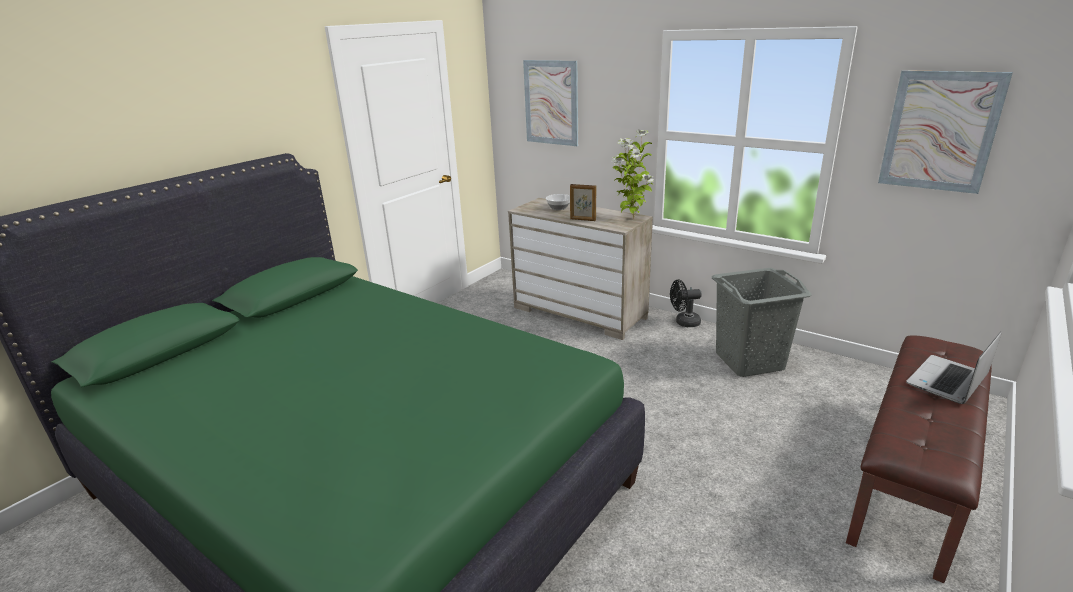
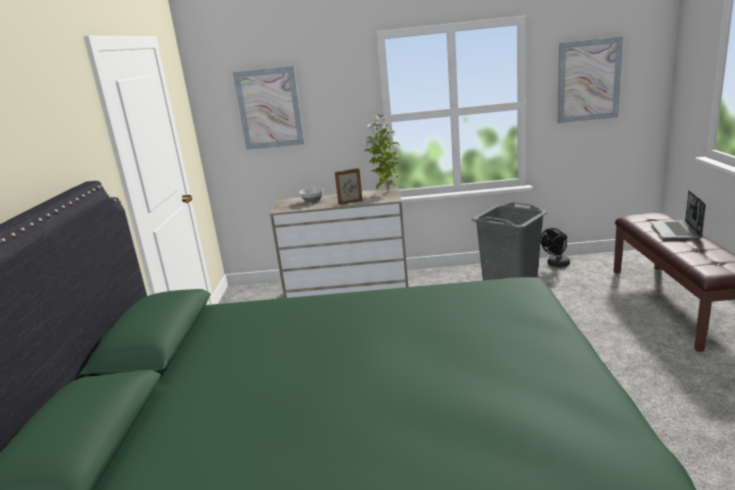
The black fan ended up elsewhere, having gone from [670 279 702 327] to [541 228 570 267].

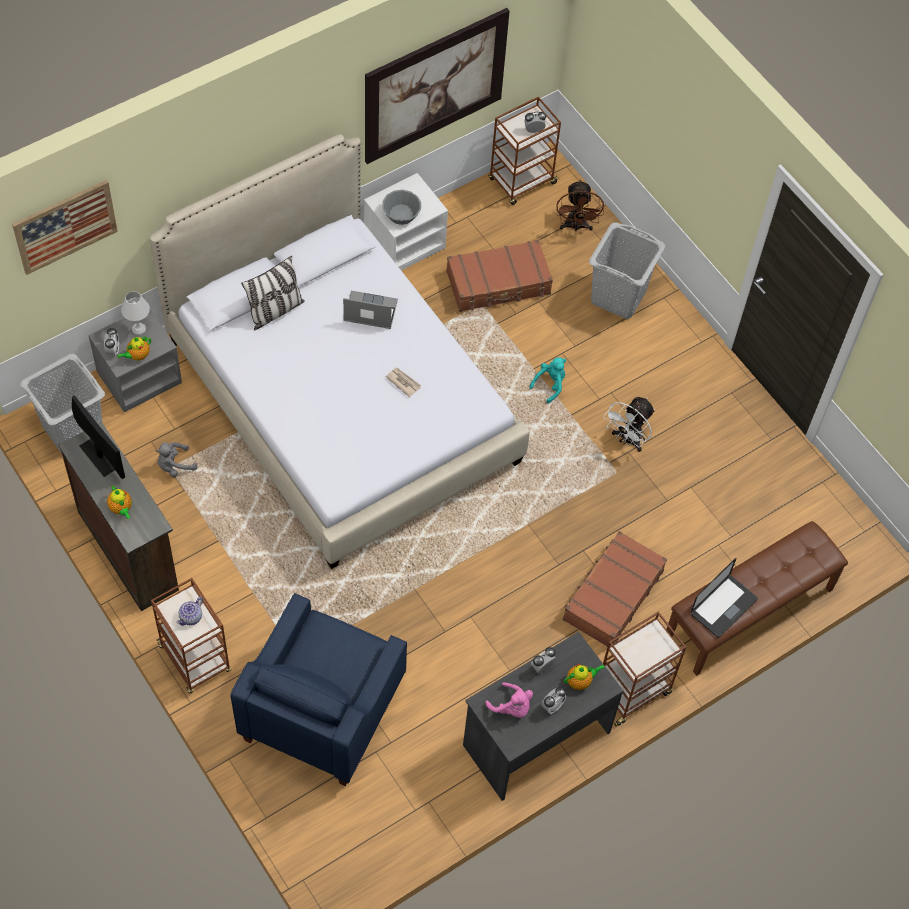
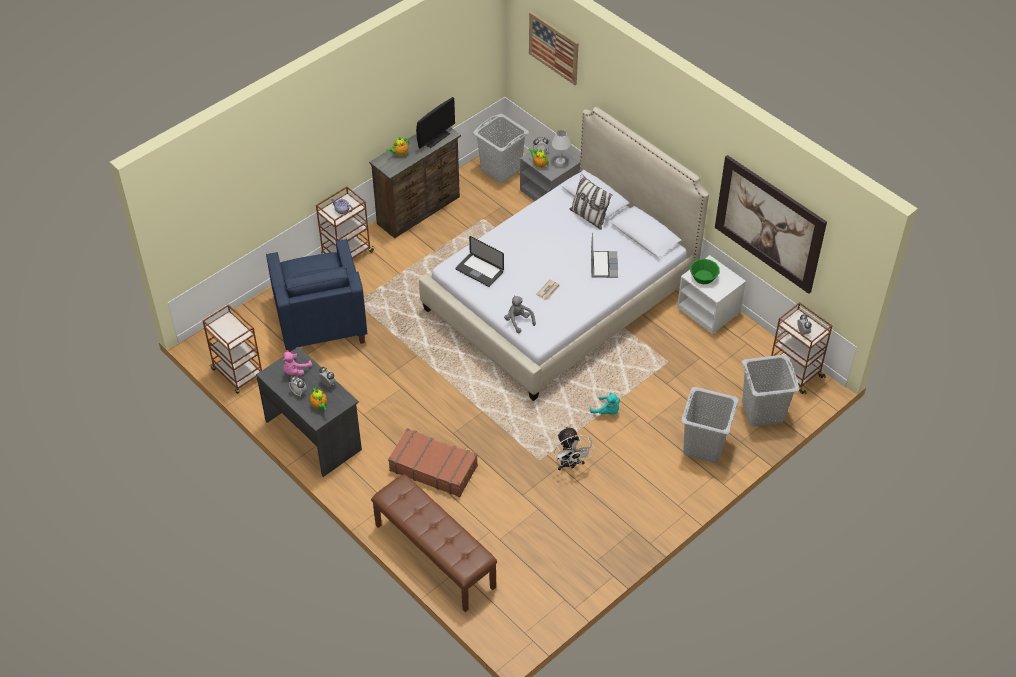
Where the brown fan stood at [556 179 604 232], the grey laundry basket came to stand at [742 355 800 426]. What was the grey bowl at [382 190 421 225] turned into the green bowl at [690 259 720 284]. The second view lost the brown suitcase at [446 240 553 312]. The white fan at [603 397 655 452] ended up facing another way, 135 degrees counterclockwise from before. The grey plush toy ended up elsewhere, having gone from [156 442 197 477] to [504 295 536 333]. The laptop ended up elsewhere, having gone from [691 558 758 638] to [456 236 504 287]. The blue armchair at [230 593 407 786] ended up facing another way, 120 degrees counterclockwise from before. The brown cart ended up elsewhere, having gone from [603 611 686 726] to [202 304 262 394].

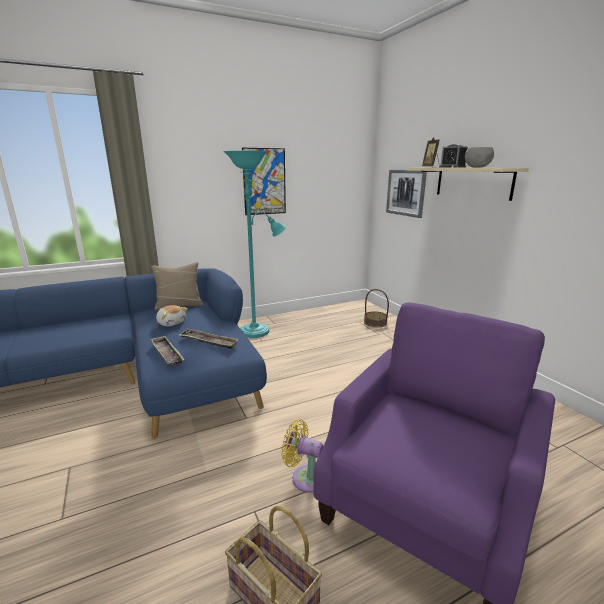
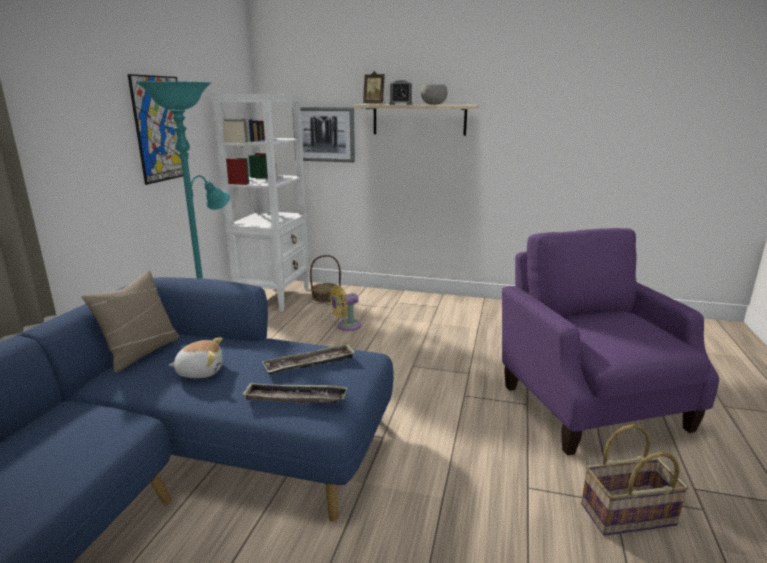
The yellow fan ended up elsewhere, having gone from [281 419 323 493] to [330 285 361 331]. The second view gained the white bookcase at [212 94 309 312].

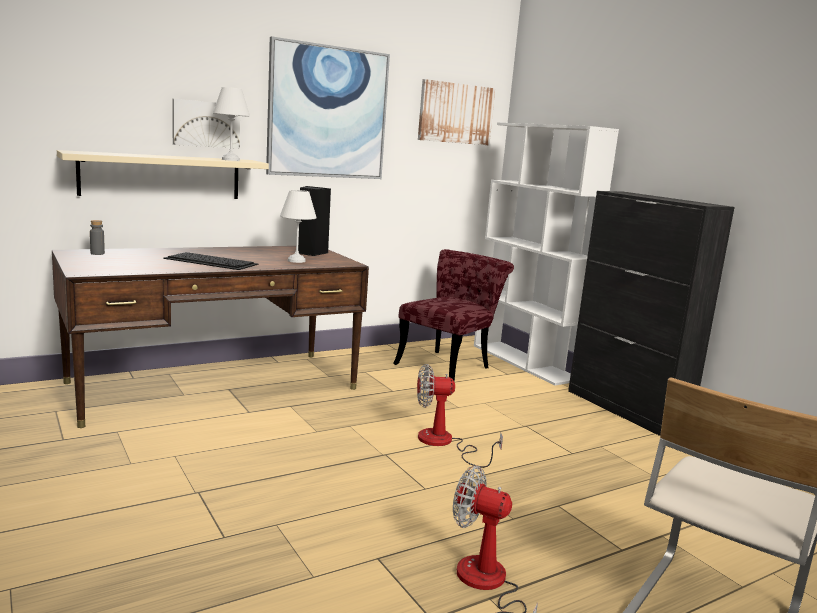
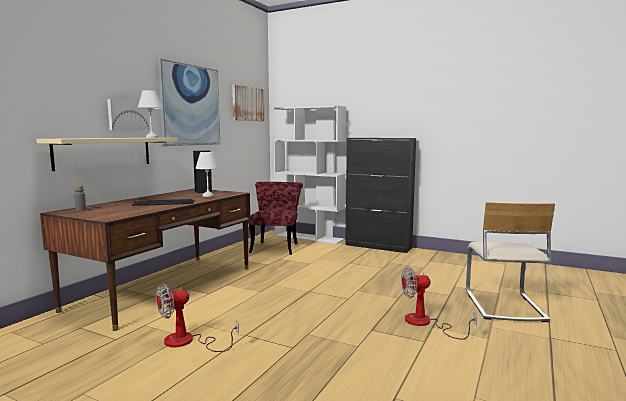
The fan ended up elsewhere, having gone from [417 364 503 468] to [156 283 239 352].

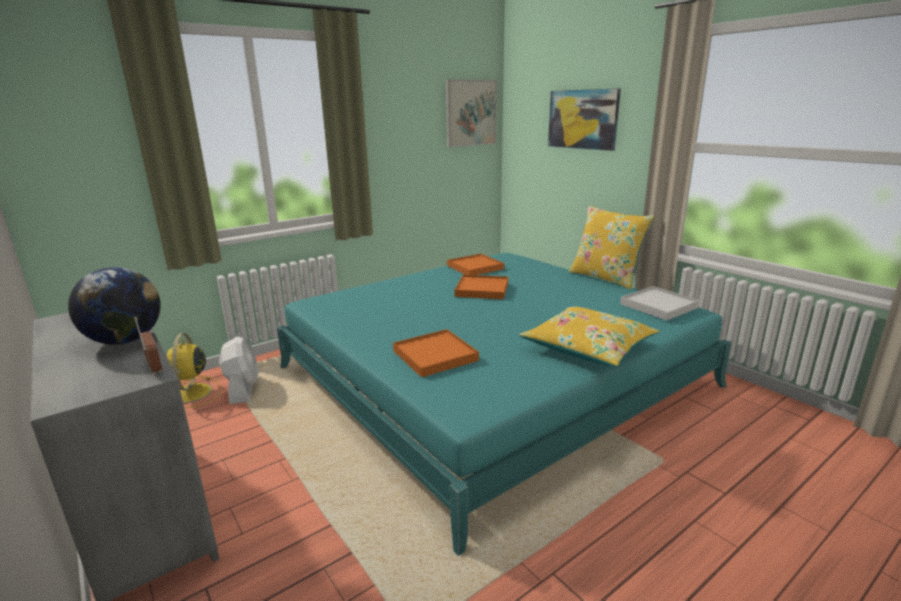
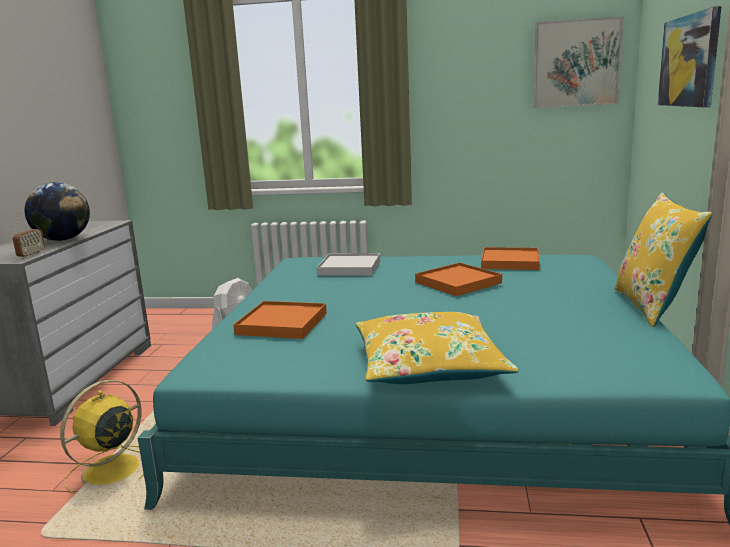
The white tray ended up elsewhere, having gone from [620 286 700 321] to [317 253 380 276]. The yellow fan ended up elsewhere, having gone from [167 333 221 408] to [60 380 144 494].

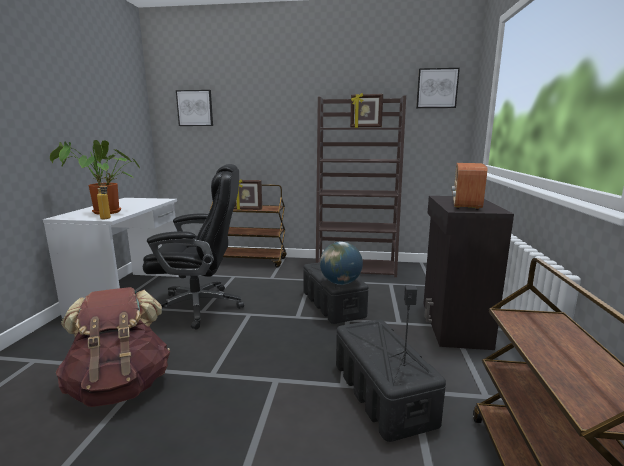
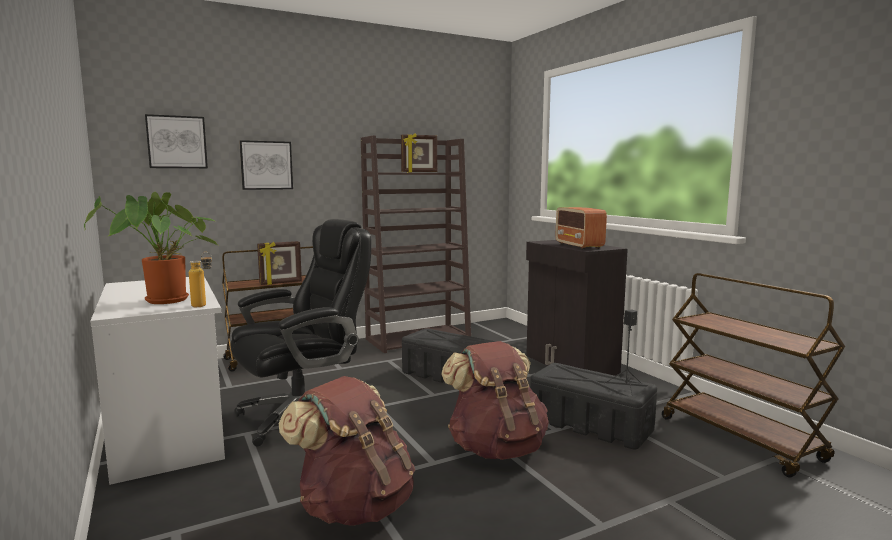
The picture ended up elsewhere, having gone from [416 68 460 108] to [239 140 293 190]. The second view lost the globe at [320 242 363 285]. The second view gained the brown backpack at [441 341 549 460].

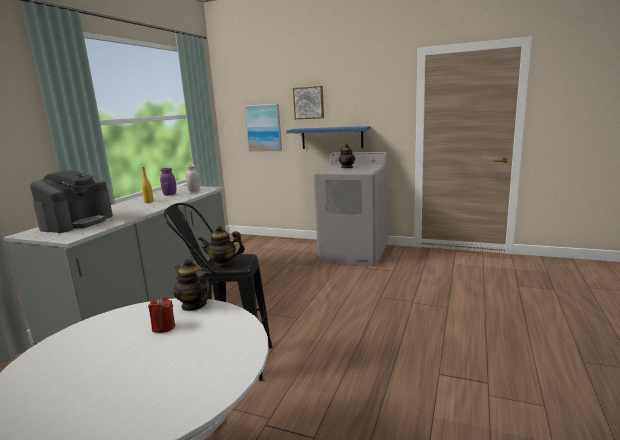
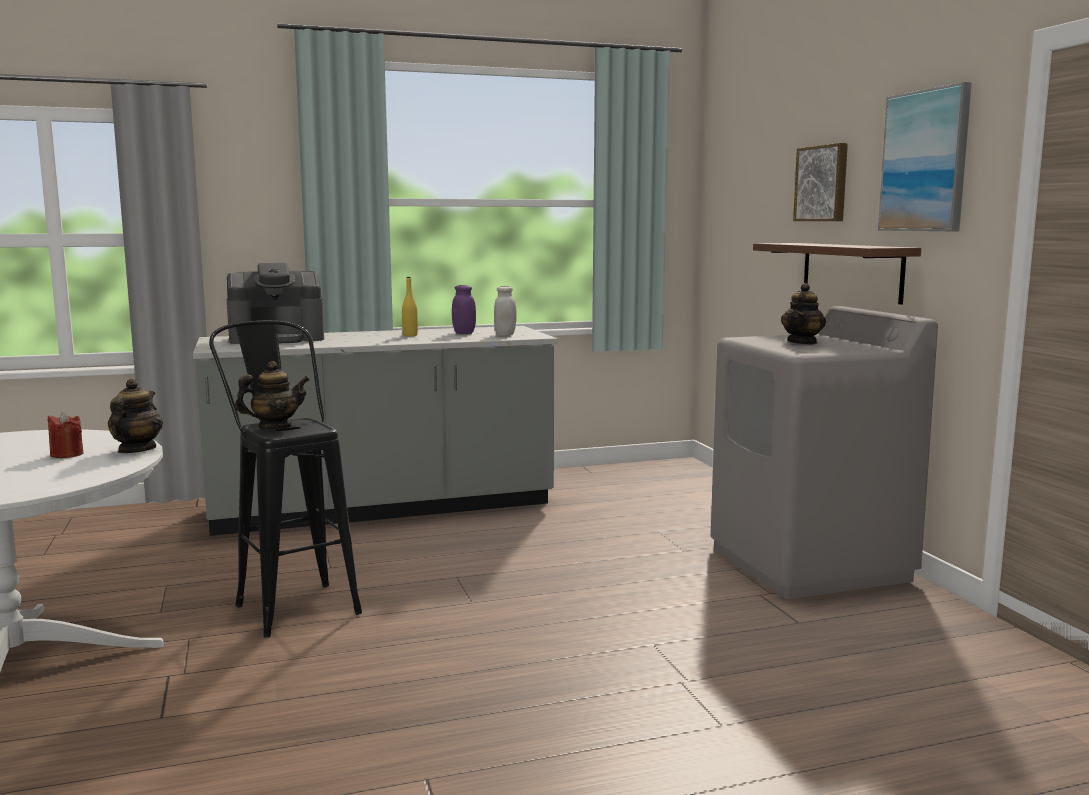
The picture ended up elsewhere, having gone from [244 104 282 152] to [878 82 972 231]. What was the blue shelf at [286 126 371 149] turned into the brown shelf at [753 243 921 305]. The teapot at [198 225 245 268] ended up facing another way, 105 degrees clockwise from before.

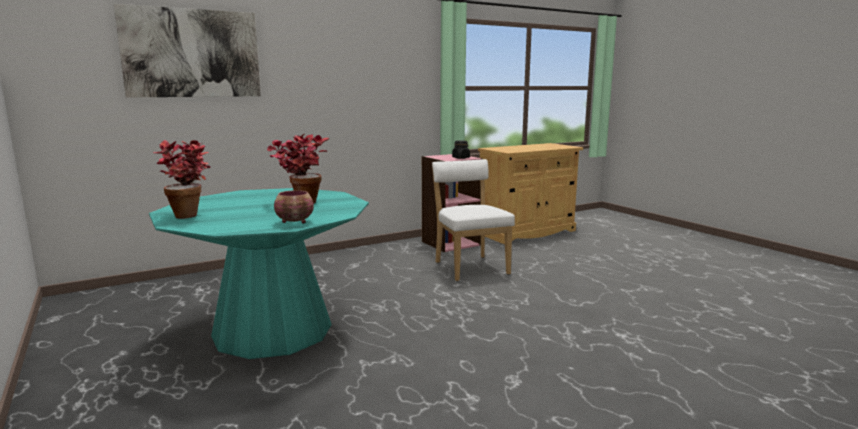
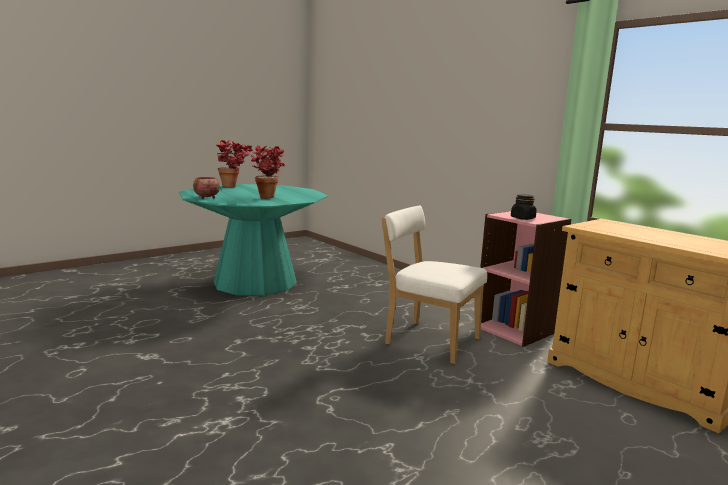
The second view lost the picture at [114 4 261 98]. The white chair at [432 159 515 281] ended up facing another way, 120 degrees counterclockwise from before.

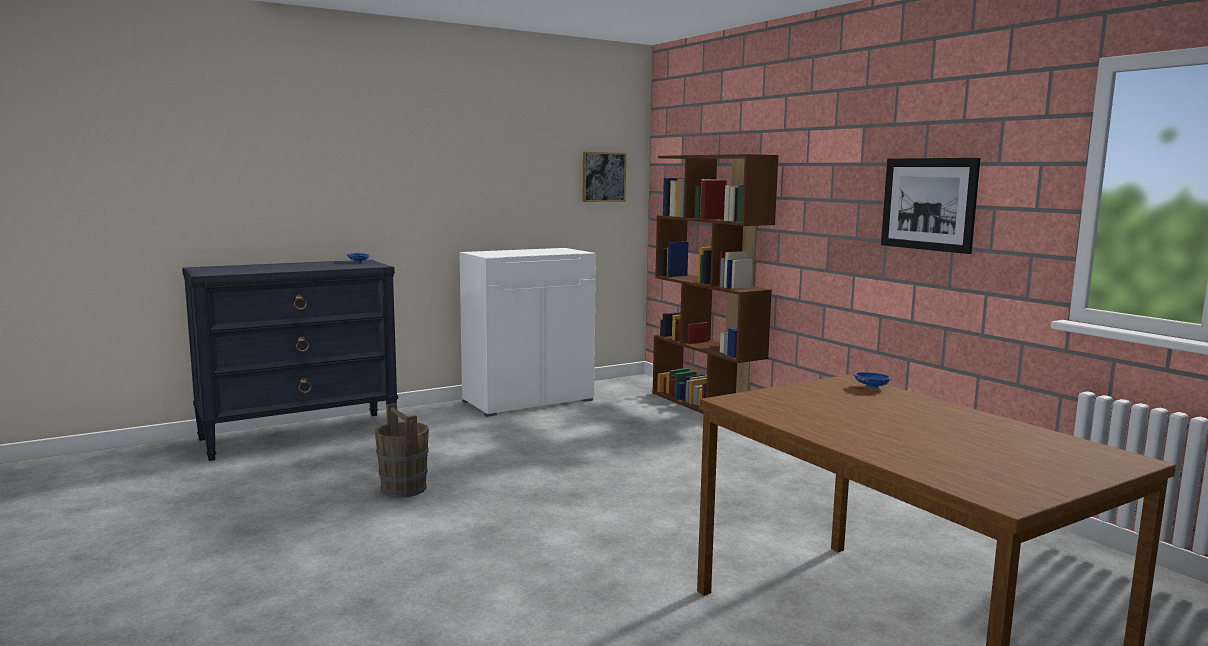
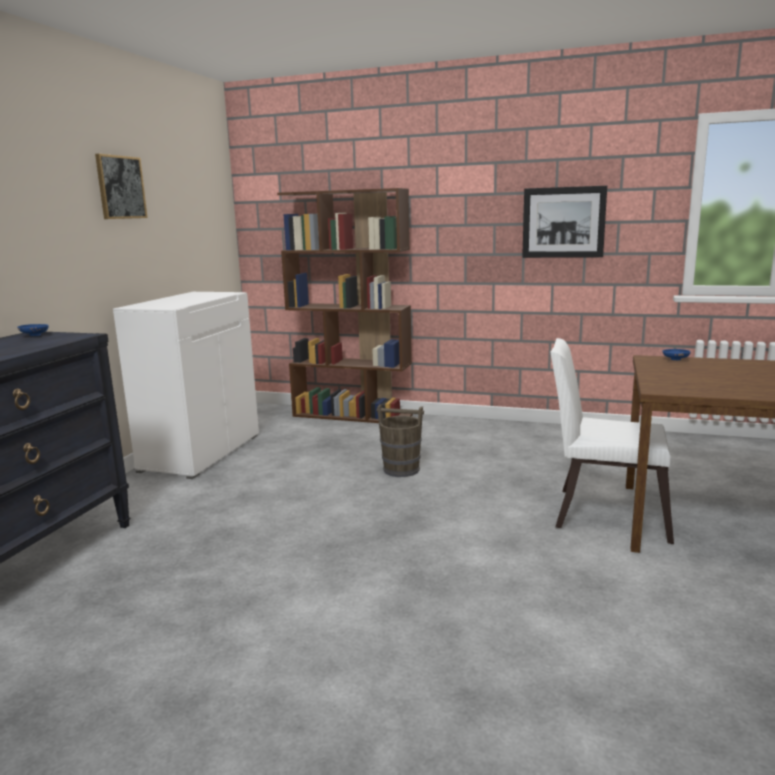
The picture ended up elsewhere, having gone from [583 152 626 202] to [95 154 148 219]. The brown bucket ended up elsewhere, having gone from [375 403 429 498] to [377 404 424 477]. The second view gained the white chair at [550 338 674 544].

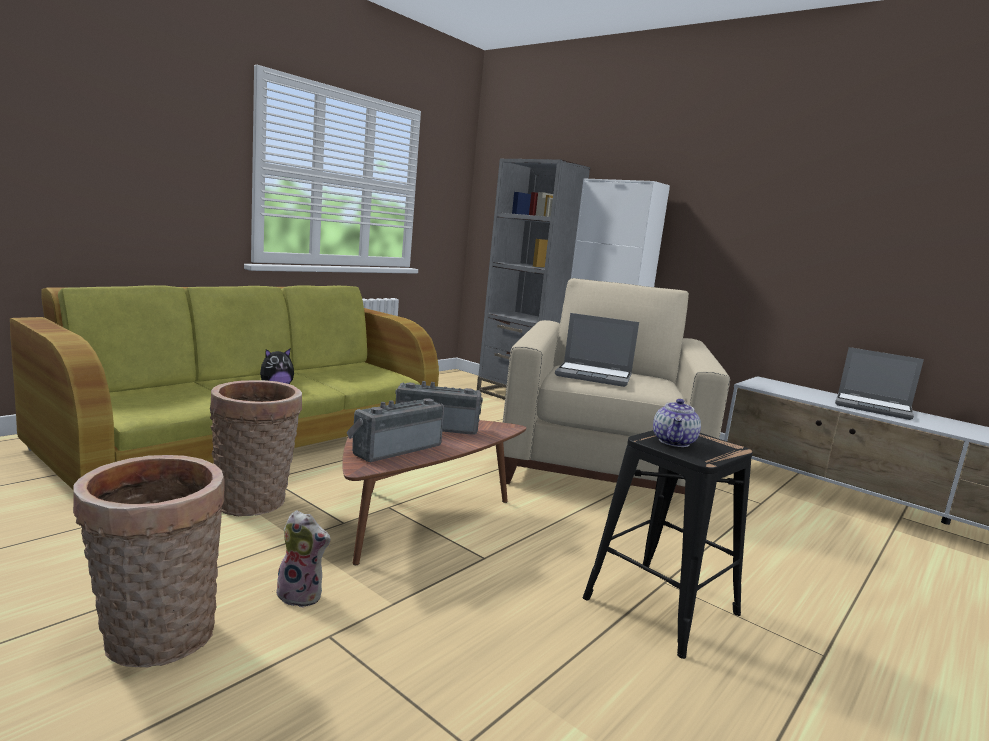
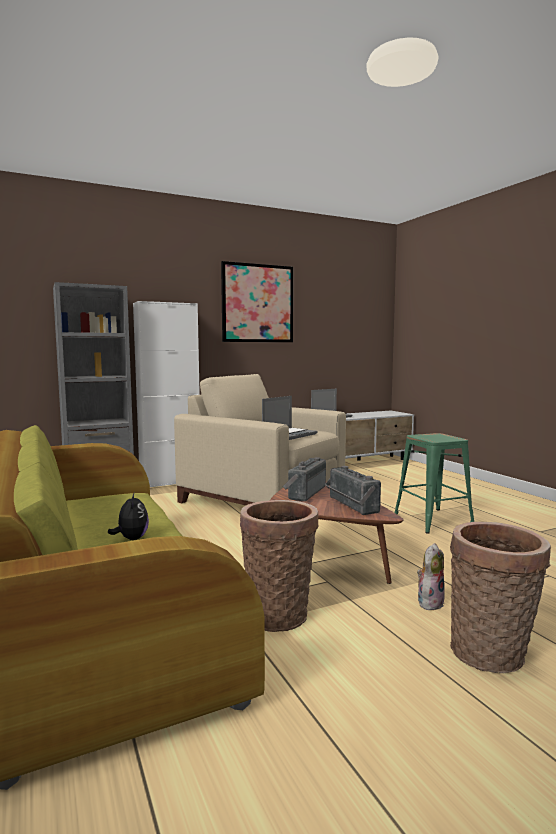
The second view lost the teapot at [653 399 701 447]. What was the black stool at [583 430 753 659] turned into the green stool at [395 433 474 534]. The second view gained the picture at [221 261 293 342].

